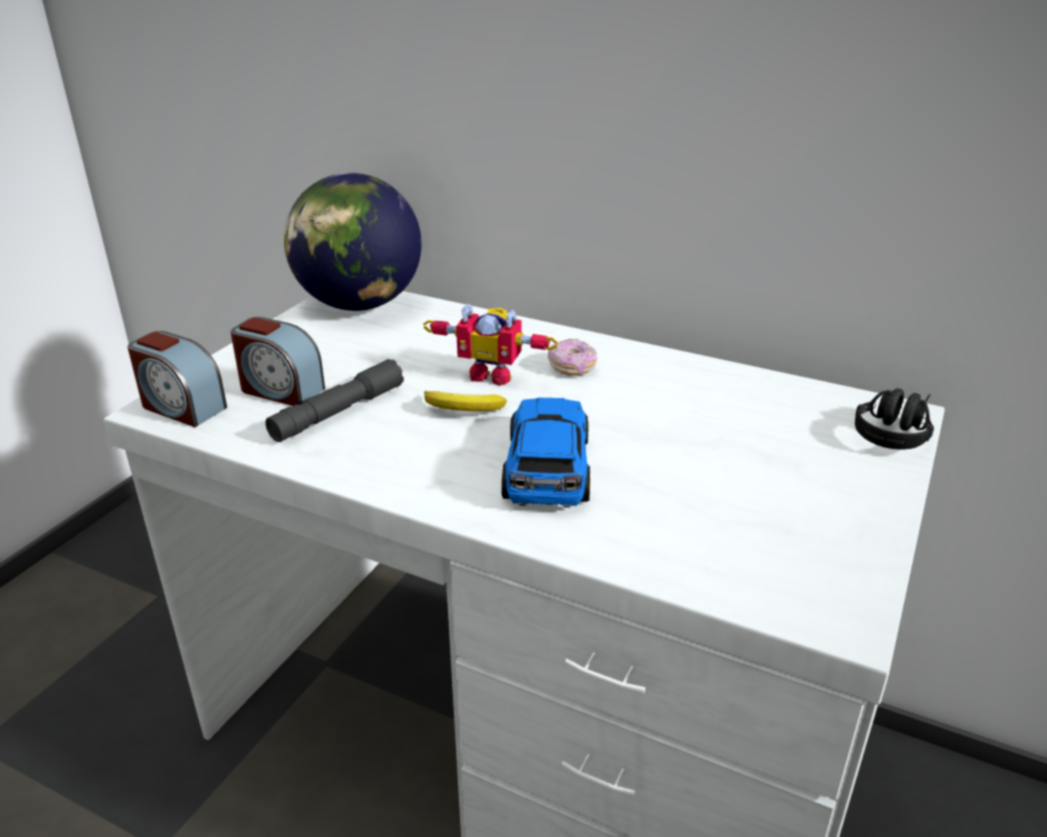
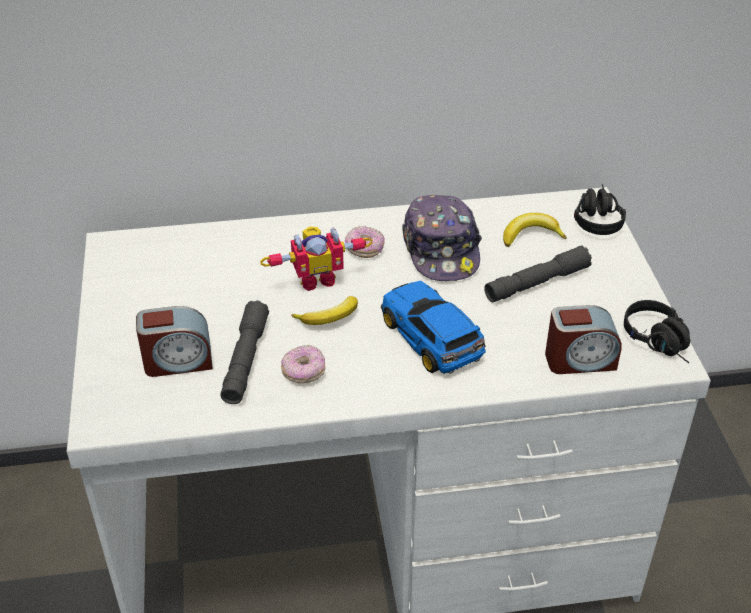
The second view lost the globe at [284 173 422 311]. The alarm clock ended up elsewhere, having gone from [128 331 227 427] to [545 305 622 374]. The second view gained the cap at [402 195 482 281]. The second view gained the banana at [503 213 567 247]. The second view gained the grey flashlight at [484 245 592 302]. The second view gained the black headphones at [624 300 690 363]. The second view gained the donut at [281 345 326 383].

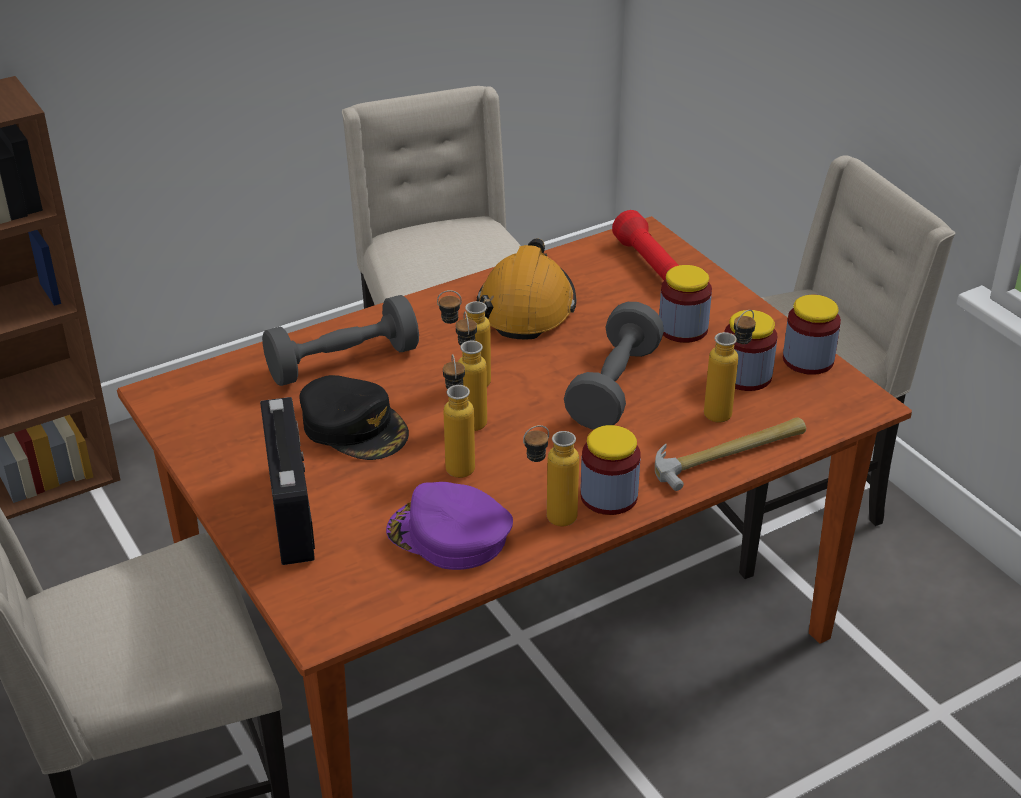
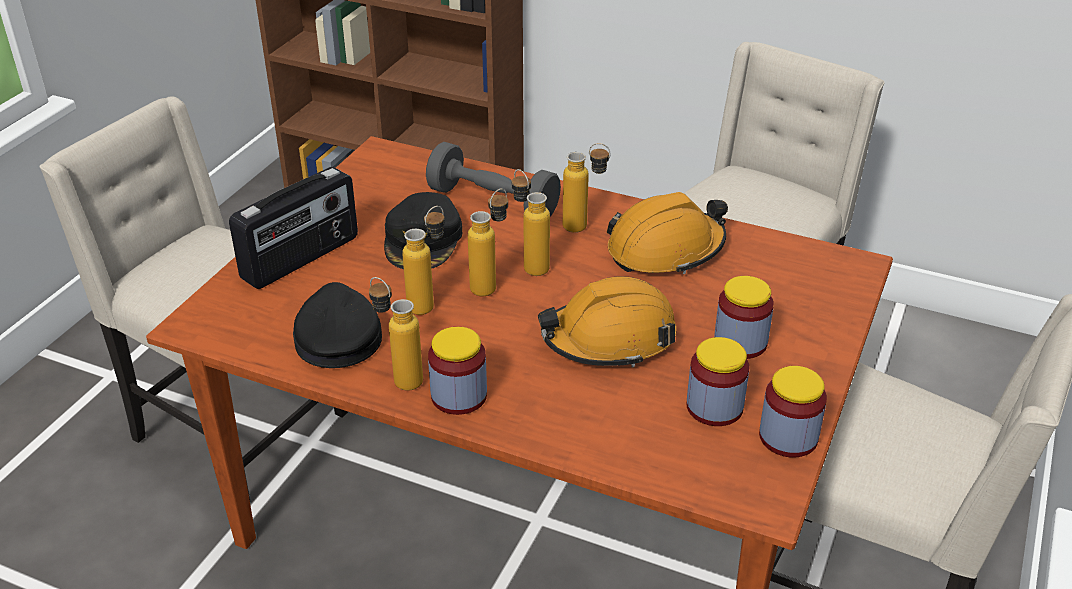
The second view lost the red flashlight at [612 210 679 280]. Where the grey dumbbell stood at [564 302 664 429], the orange hard hat came to stand at [538 276 676 368]. The bottle ended up elsewhere, having gone from [704 310 756 423] to [563 143 610 233]. The second view lost the hammer at [655 417 806 491]. What was the purple cap at [386 482 513 570] turned into the black cap at [293 282 382 368].

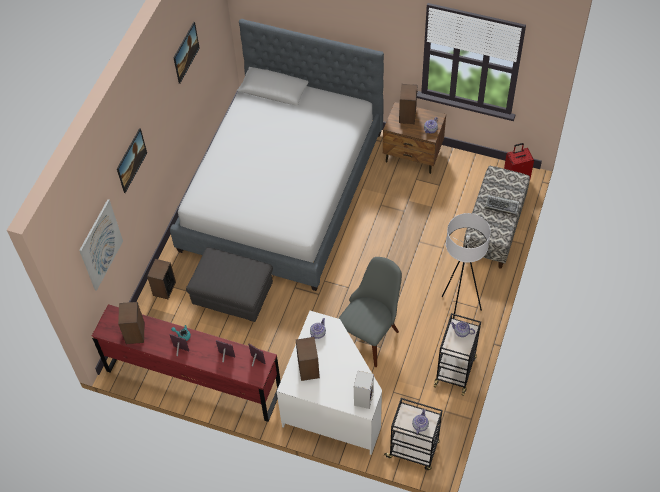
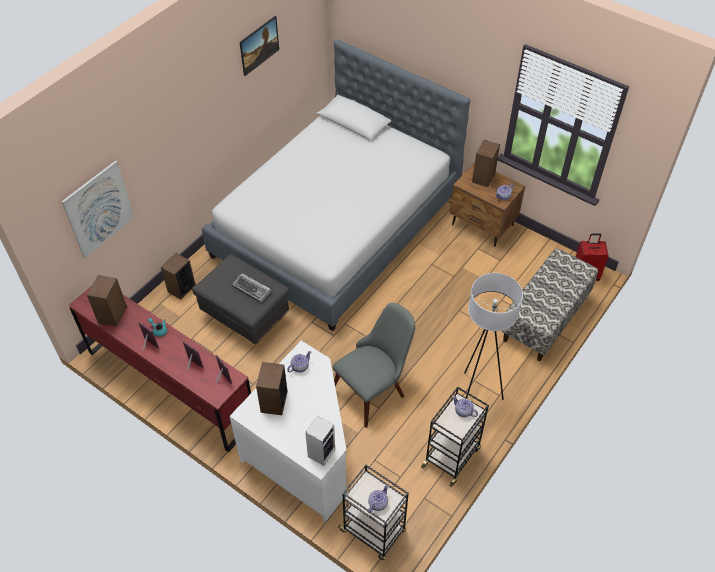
The second view lost the picture at [117 128 147 193]. The keyboard ended up elsewhere, having gone from [485 195 520 216] to [232 273 271 303].

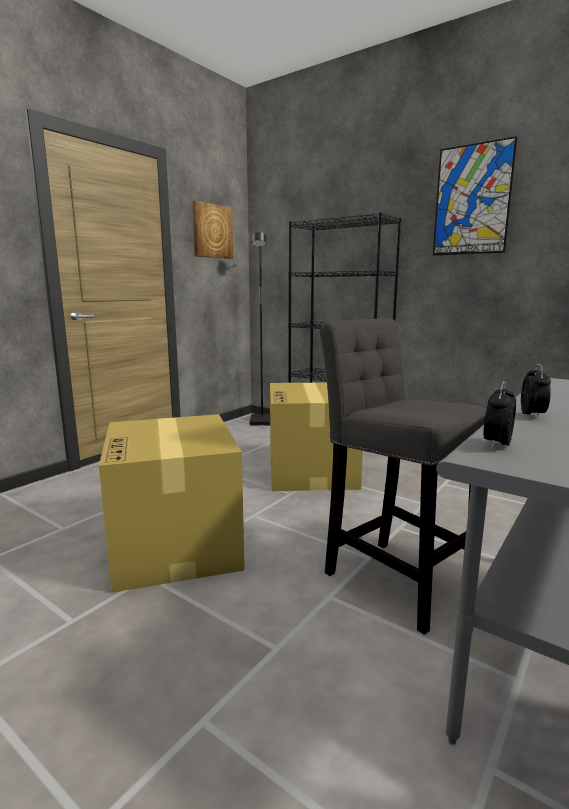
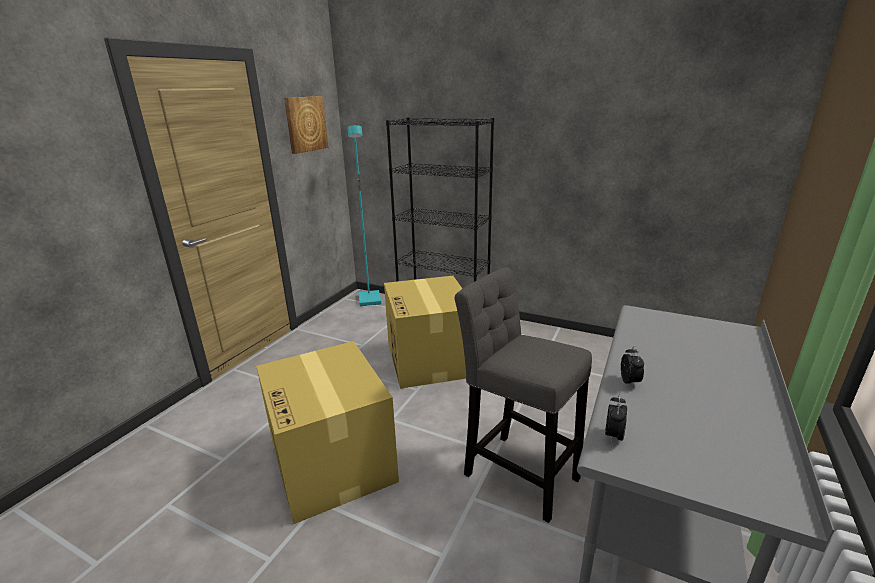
The second view lost the picture at [433 136 517 256]. What was the black floor lamp at [250 232 270 426] turned into the turquoise floor lamp at [347 125 381 306].

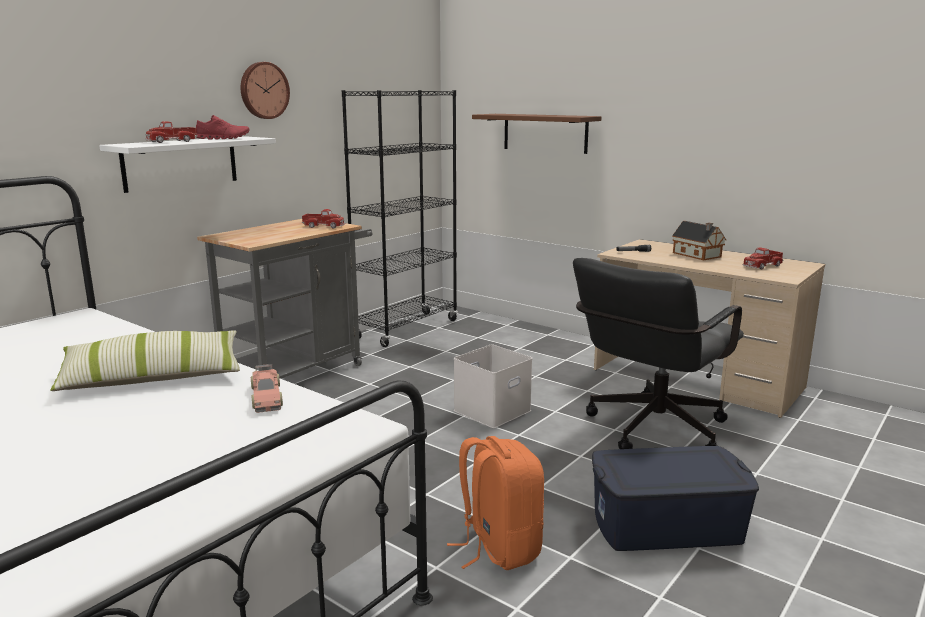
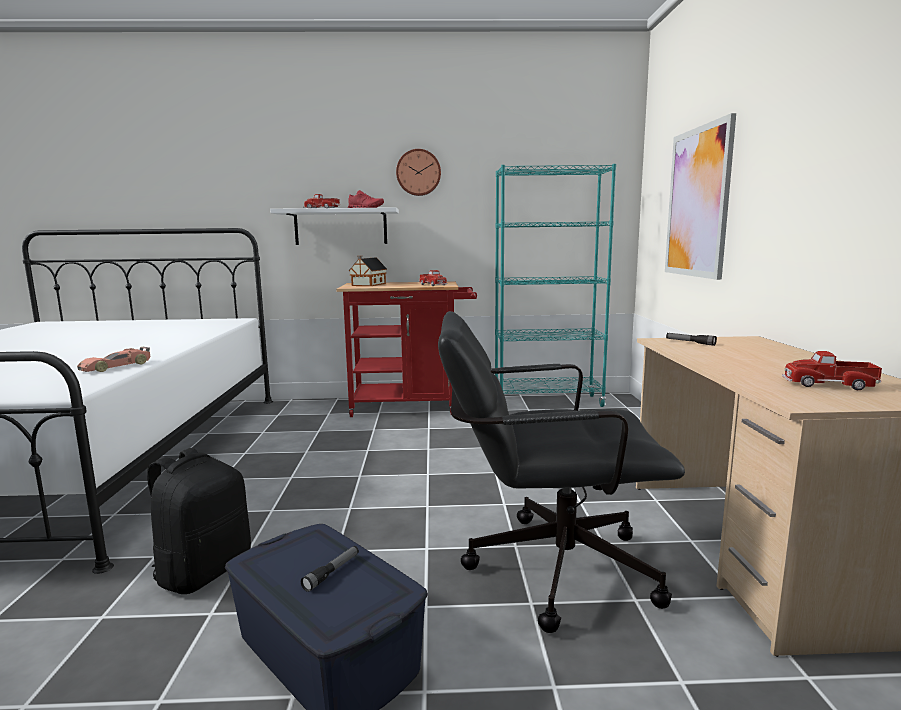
What was the black bookcase at [342 90 458 347] turned into the turquoise bookcase at [495 164 616 407]. Where the brown shelf hung at [472 114 601 154], the picture came to hang at [665 113 736 280]. What was the grey cart at [197 219 373 379] turned into the red cart at [336 281 477 417]. The toy house ended up elsewhere, having gone from [672 221 726 260] to [349 256 387 286]. The second view lost the pillow at [50 330 240 391]. The second view lost the white storage box at [454 344 533 428]. What was the orange backpack at [447 436 544 570] turned into the black backpack at [147 448 251 594]. The second view gained the flashlight at [301 546 359 592].

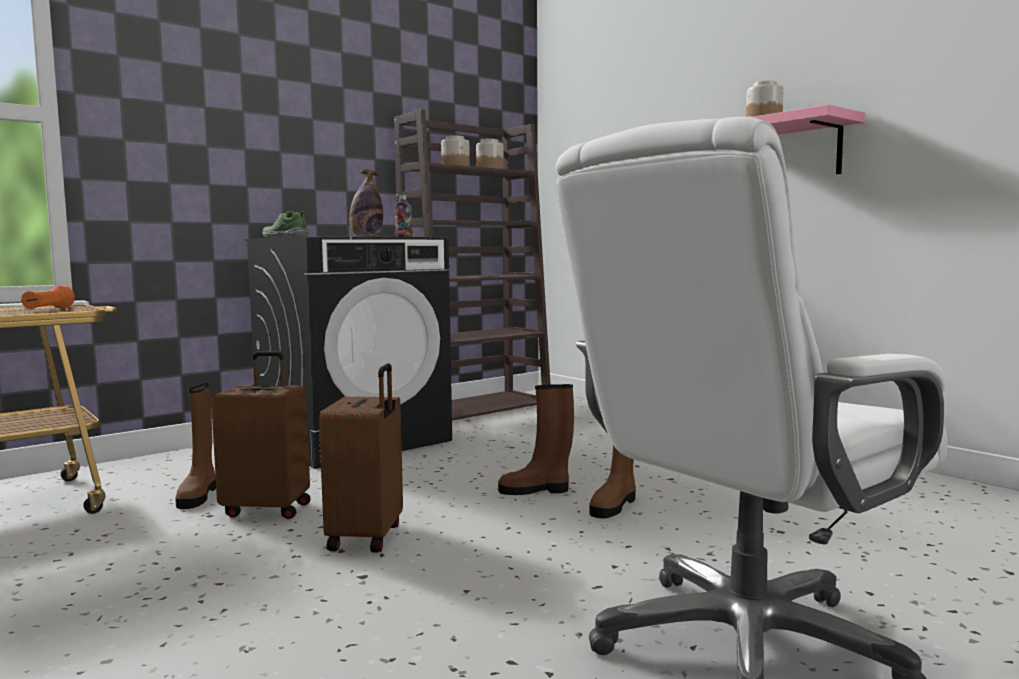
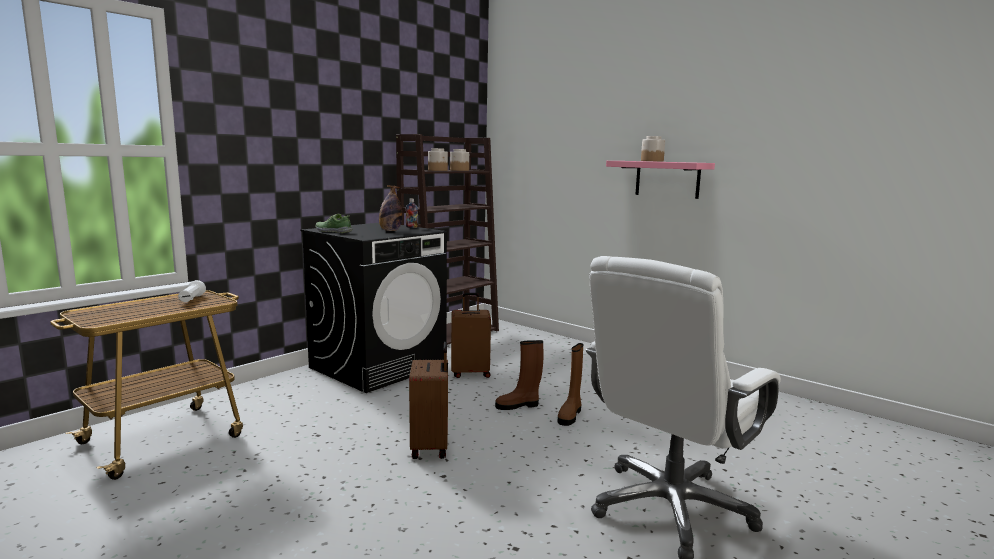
What was the orange flashlight at [21 285 75 309] turned into the white flashlight at [178 280 206 302]. The brown suitcase ended up elsewhere, having gone from [211 351 311 519] to [451 293 491 378]. The second view lost the brown boot at [175 383 216 509].

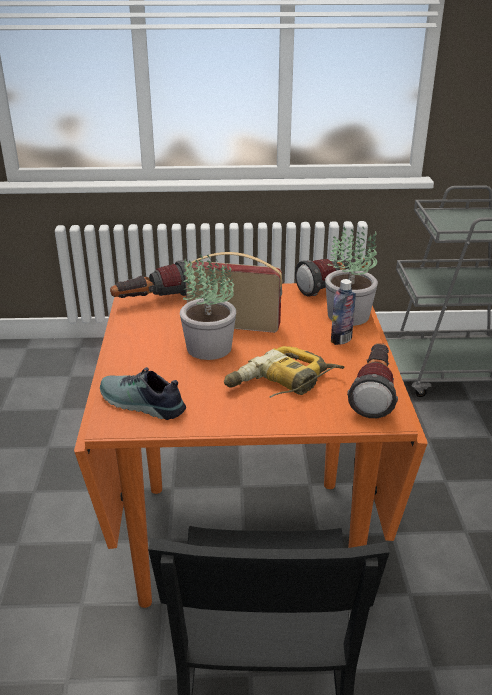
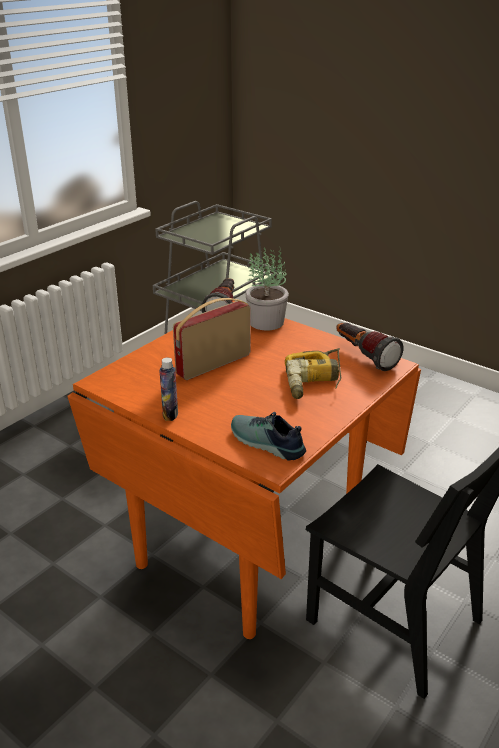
The second view lost the potted plant at [180 255 236 360]. The second view lost the flashlight at [110 260 187 298]. The bottle ended up elsewhere, having gone from [331 279 356 345] to [159 358 178 421]. The shoe at [100 367 186 420] ended up facing another way, 60 degrees clockwise from before.

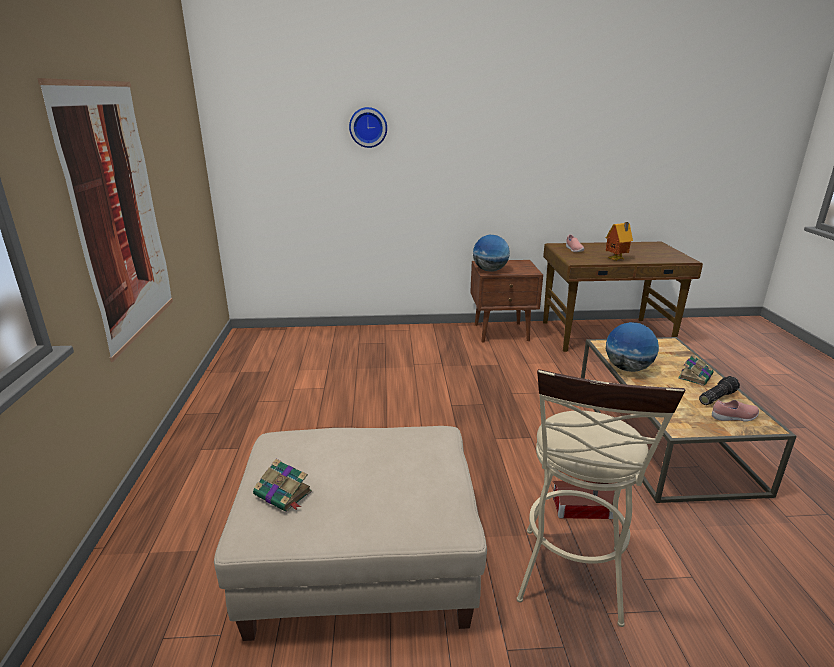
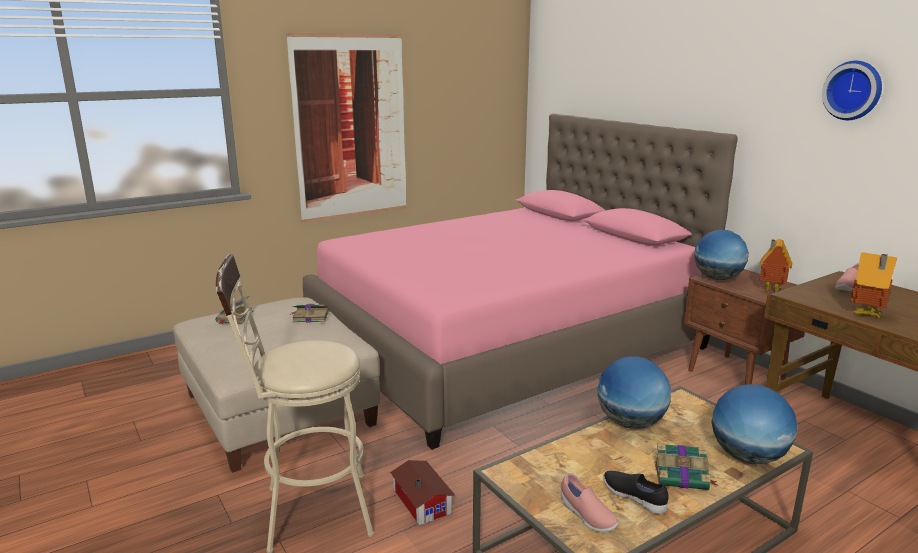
The wall clock ended up elsewhere, having gone from [349 107 387 148] to [822 61 882 120]. Where the flashlight stood at [699 376 740 405], the black shoe came to stand at [604 471 669 514]. The second view gained the pink bed at [303 113 737 450]. The second view gained the toy house at [759 239 792 293]. The second view gained the book at [292 304 329 323]. The second view gained the globe at [711 384 797 464].

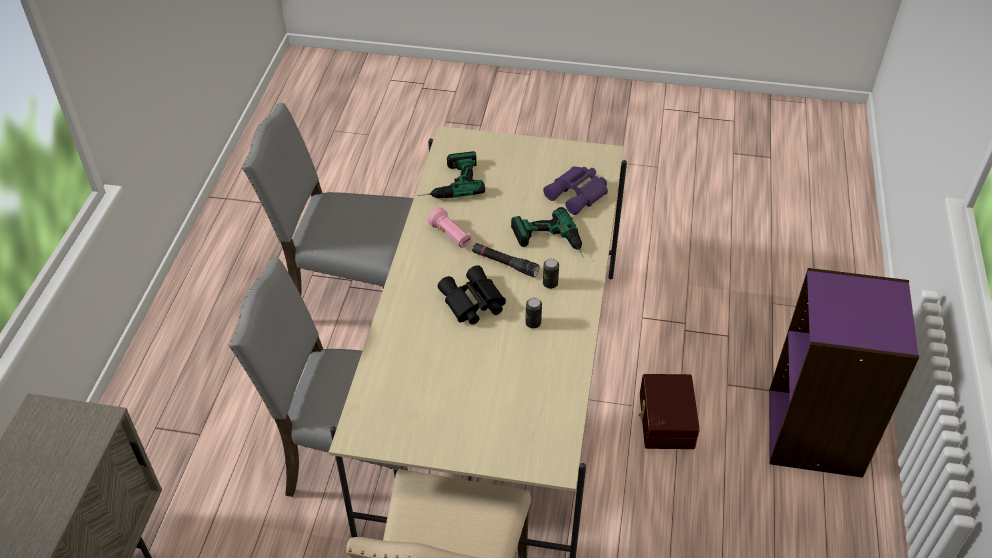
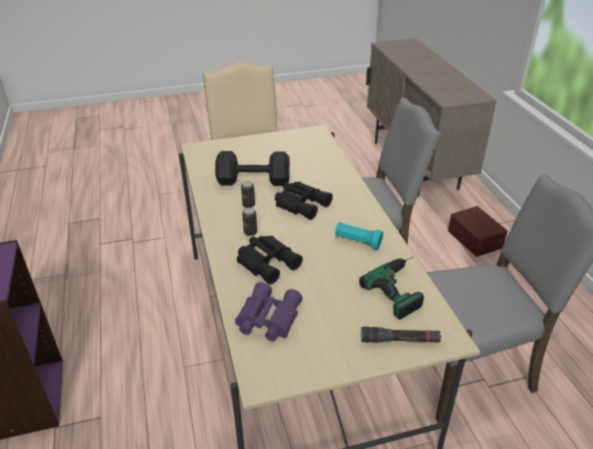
Where the power drill stood at [511 207 584 258], the black binoculars came to stand at [237 236 303 285]. What was the pink flashlight at [428 208 471 248] turned into the turquoise flashlight at [335 222 383 250]. The black flashlight ended up elsewhere, having gone from [472 243 539 277] to [361 327 441 343]. The brown storage box ended up elsewhere, having gone from [638 374 700 449] to [448 206 508 257]. The second view gained the black dumbbell at [215 151 290 186].

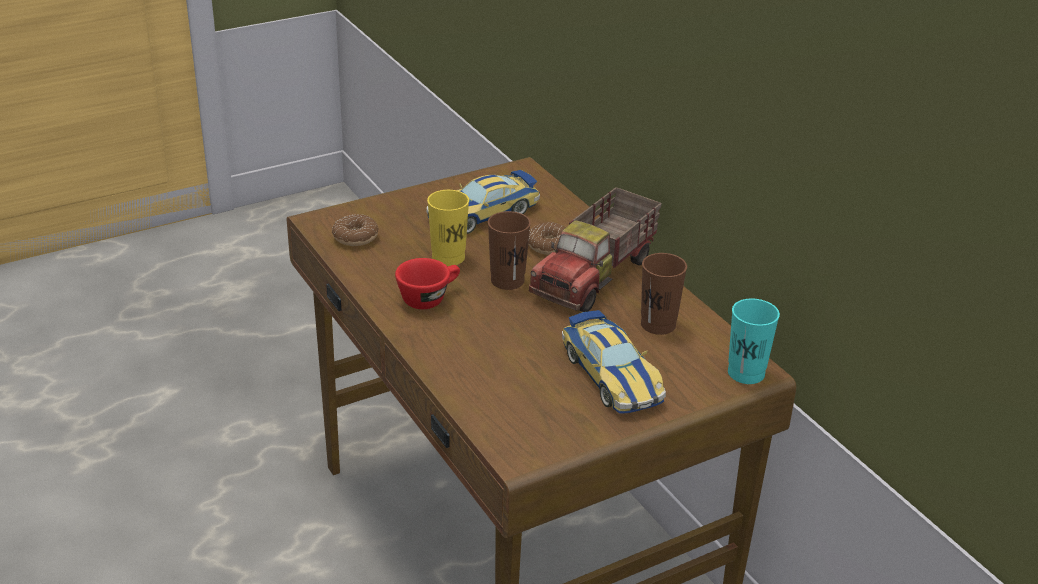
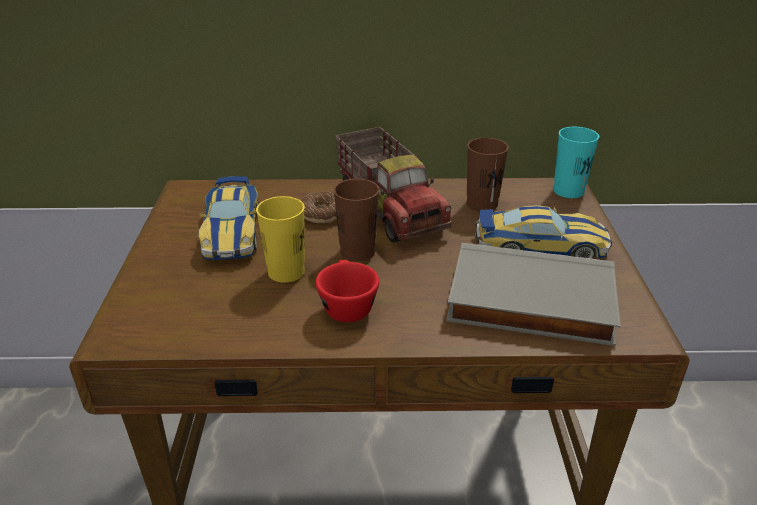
The second view lost the donut at [332 215 379 246]. The second view gained the grey book at [446 243 621 346].

